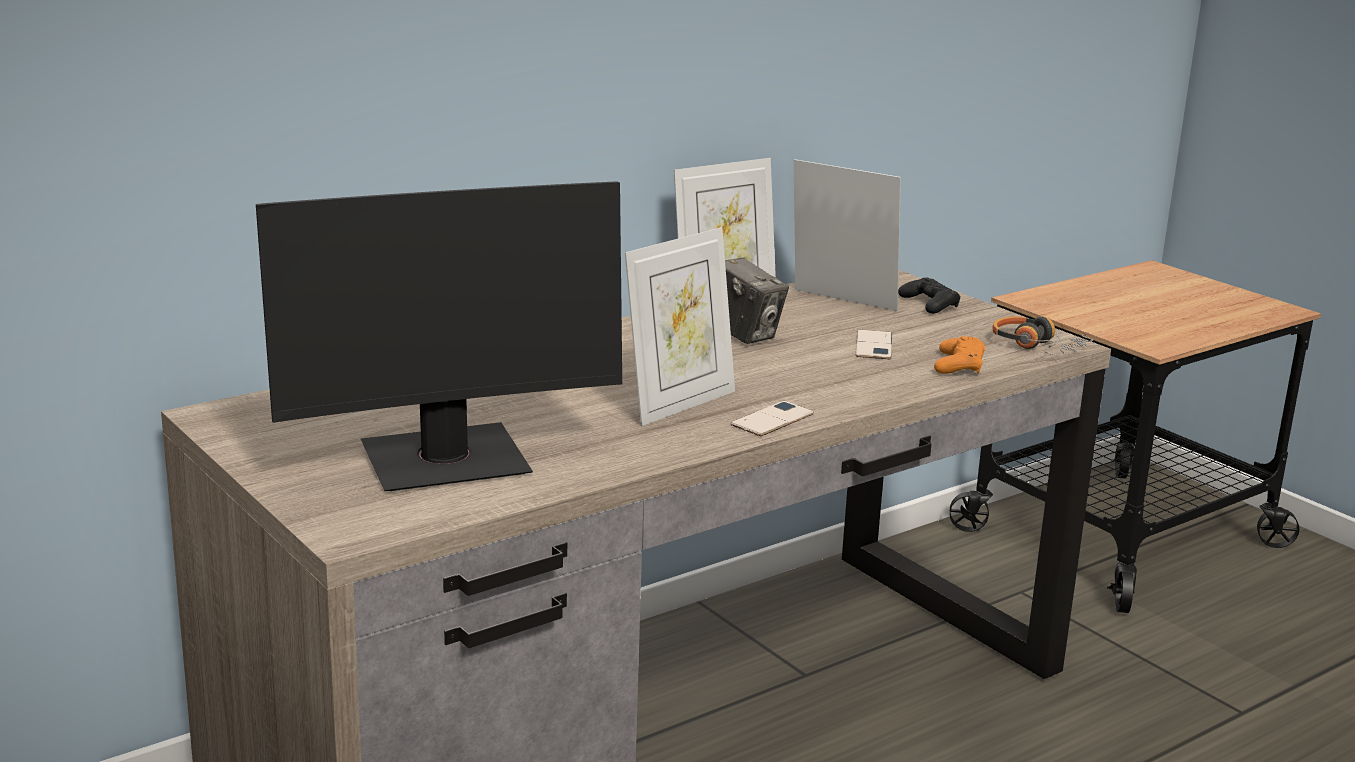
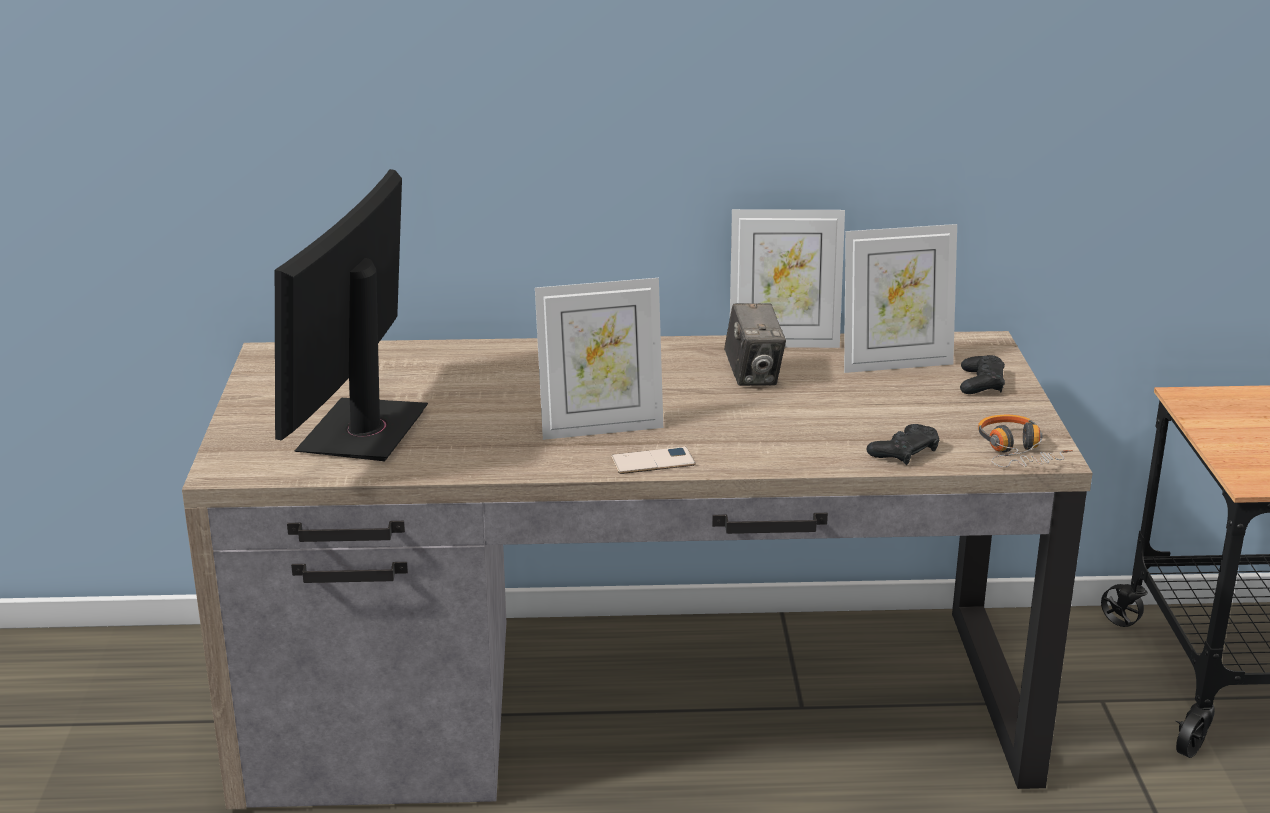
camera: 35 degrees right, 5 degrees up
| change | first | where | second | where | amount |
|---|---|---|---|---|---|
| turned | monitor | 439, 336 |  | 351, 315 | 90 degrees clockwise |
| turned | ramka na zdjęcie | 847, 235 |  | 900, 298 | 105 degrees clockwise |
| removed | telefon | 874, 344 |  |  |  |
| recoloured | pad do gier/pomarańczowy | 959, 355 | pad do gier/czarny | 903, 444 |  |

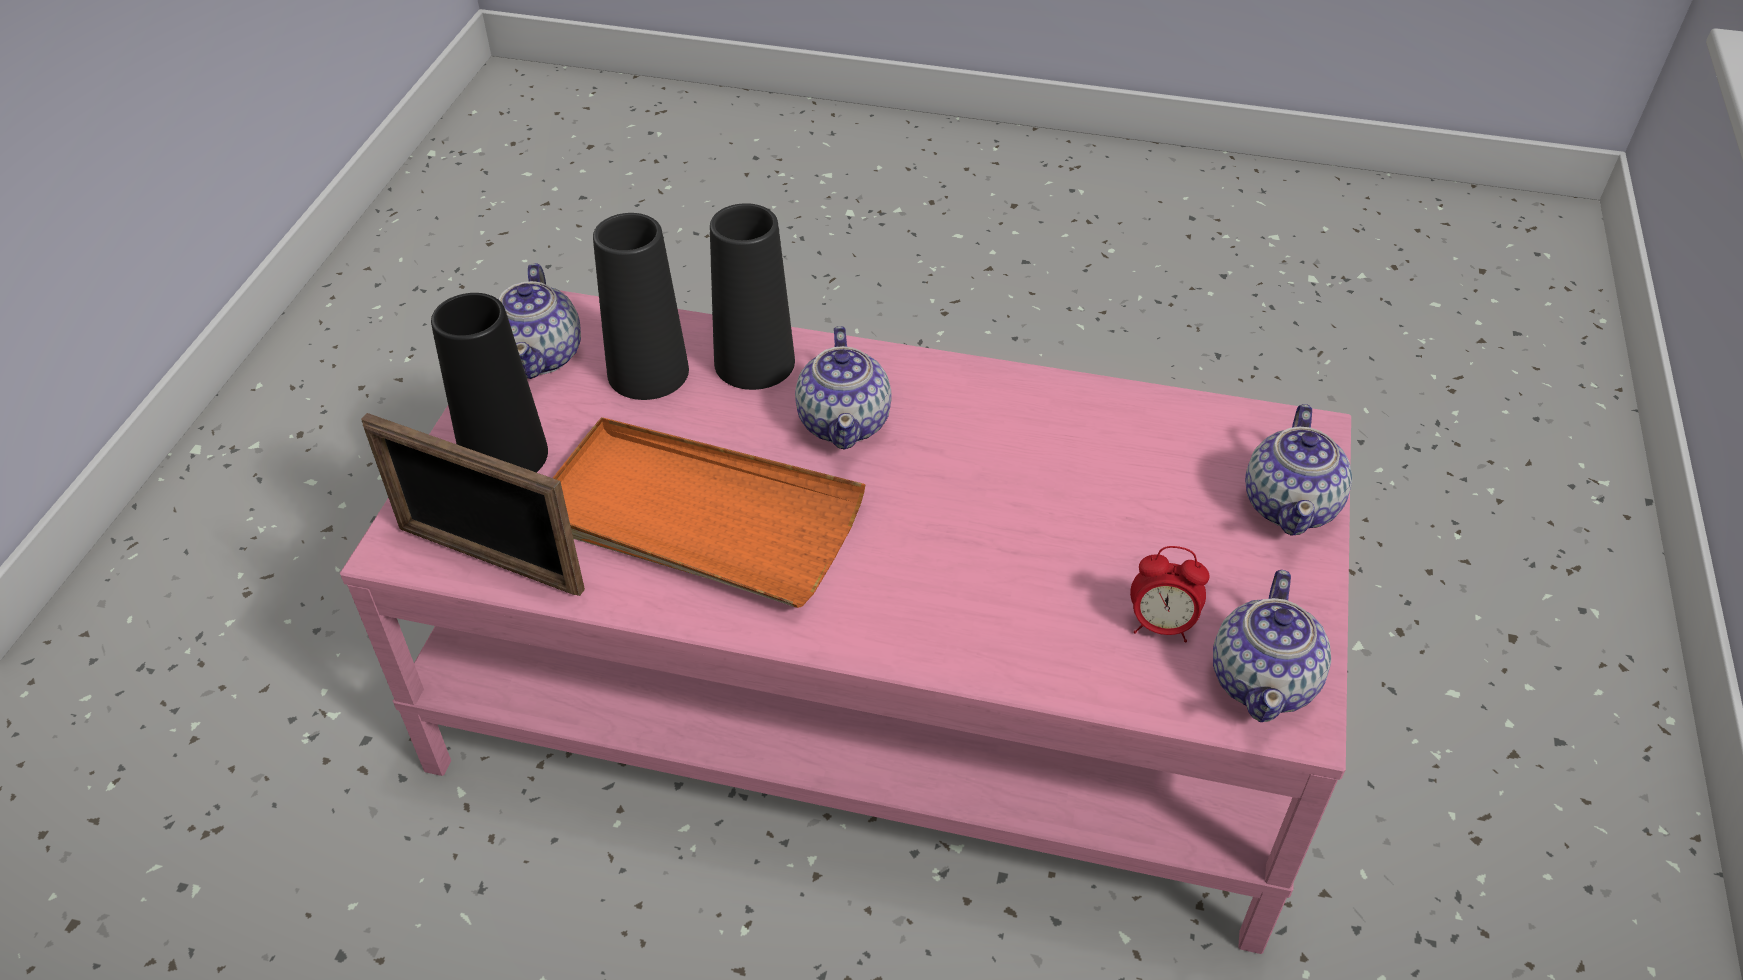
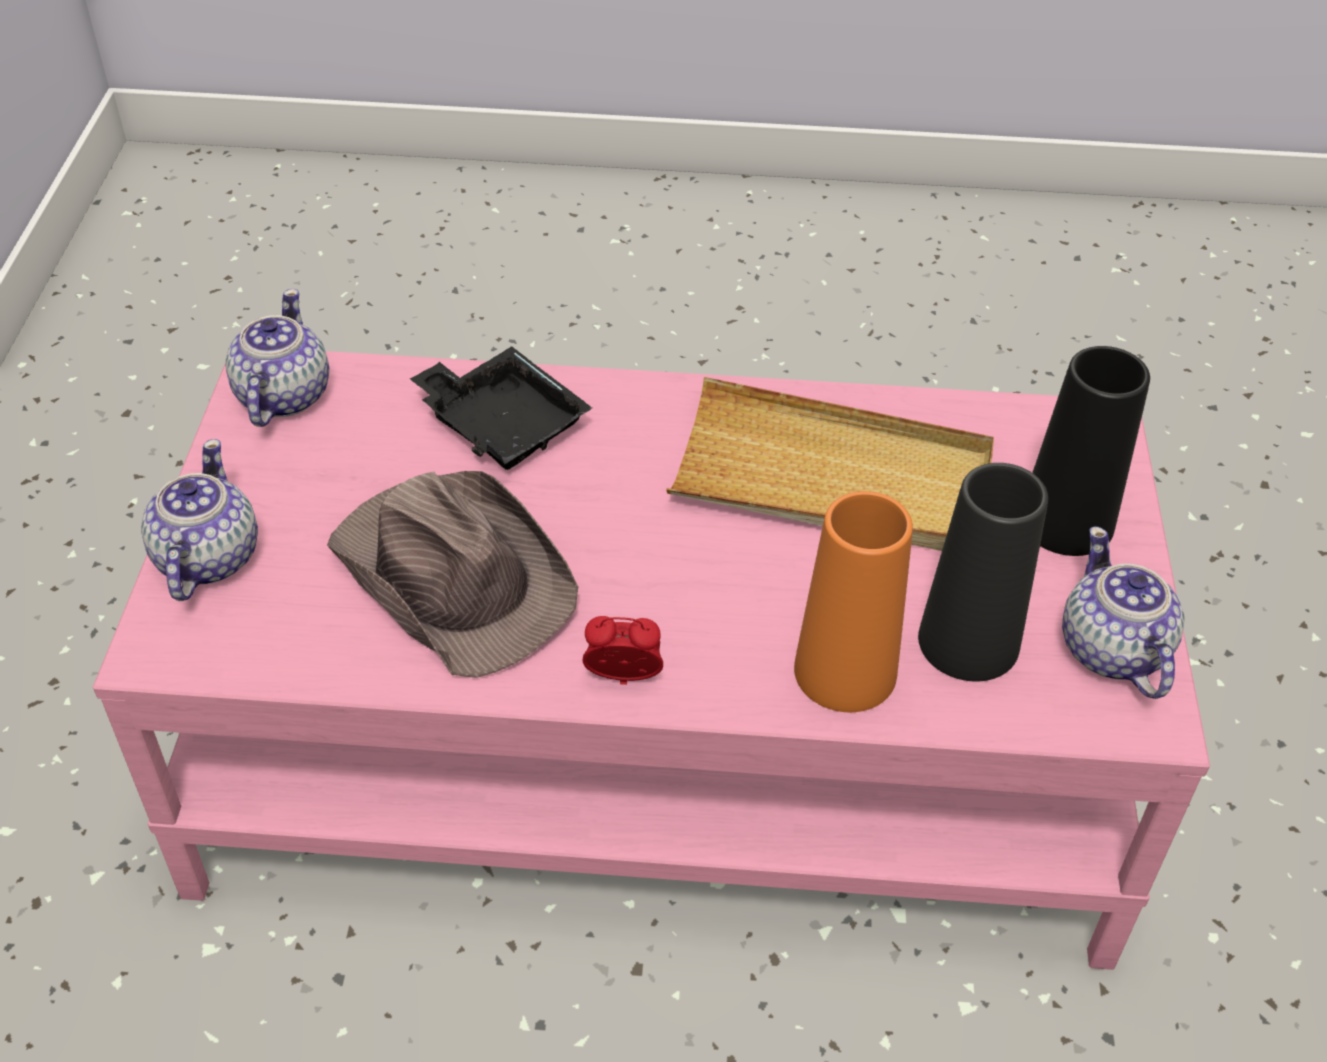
camera: 170 degrees right, 0 degrees up
| change | first | where | second | where | amount |
|---|---|---|---|---|---|
| removed | ramka na zdjęcie | 473, 504 |  |  |  |
| recoloured | taca/pomarańczowy | 709, 512 | taca/beżowy | 830, 464 |  |
| recoloured | wazon/czarny | 752, 296 | wazon/pomarańczowy | 853, 601 |  |
| removed | imbryk | 843, 388 |  |  |  |
| moved | budzik | 1169, 594 |  | 623, 650 |  |
| added |  |  | kapelusz/brązowy | 452, 574 |  |
| added |  |  | taca/czarny | 501, 408 |  |

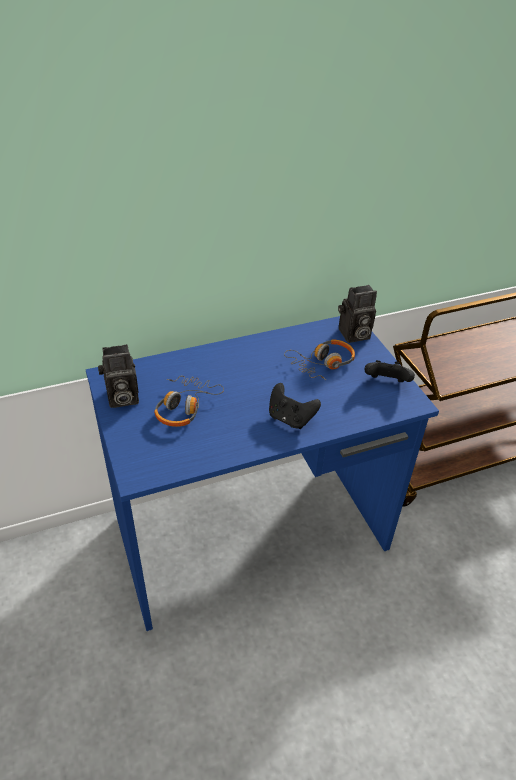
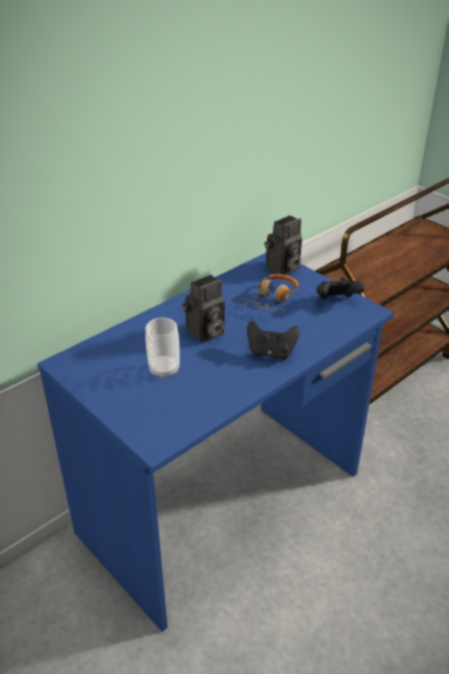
camera: 20 degrees left, 5 degrees down
| change | first | where | second | where | amount |
|---|---|---|---|---|---|
| moved | aparat fotograficzny | 118, 376 |  | 203, 309 |  |
| replaced | słuchawki | 189, 401 | filiżanka | 162, 348 |  |

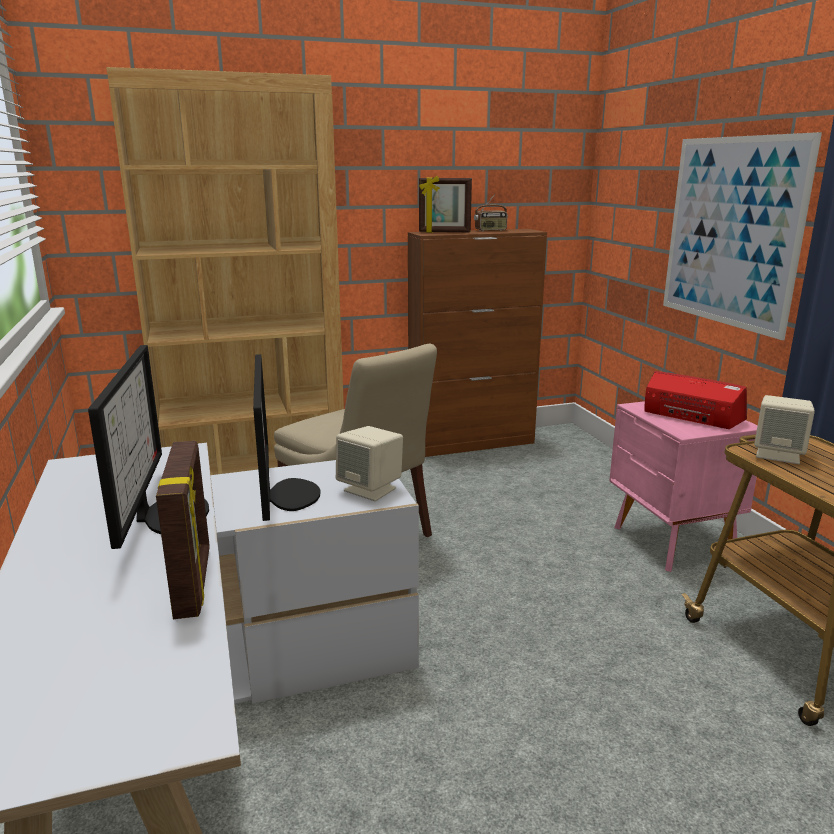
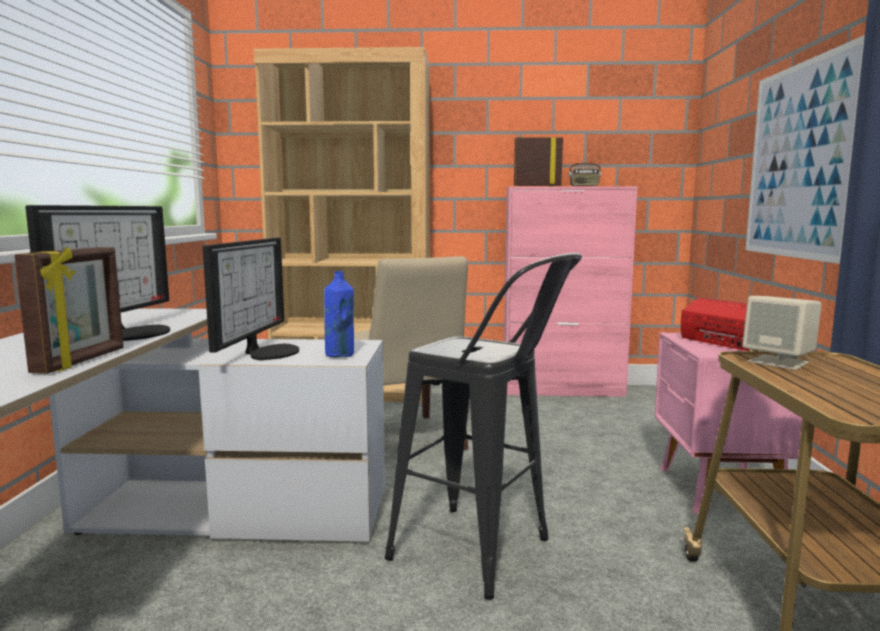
camera: 20 degrees right, 10 degrees down
| change | first | where | second | where | amount |
|---|---|---|---|---|---|
| replaced | głośnik/beżowy | 369, 463 | butelka/niebieski | 339, 314 |  |
| recoloured | szafka/brązowy | 477, 343 | szafka/różowy | 571, 291 |  |
| turned | ramka na zdjęcie | 445, 204 |  | 538, 161 | 150 degrees clockwise |
| added |  |  | stołek/czarny | 483, 426 |  |

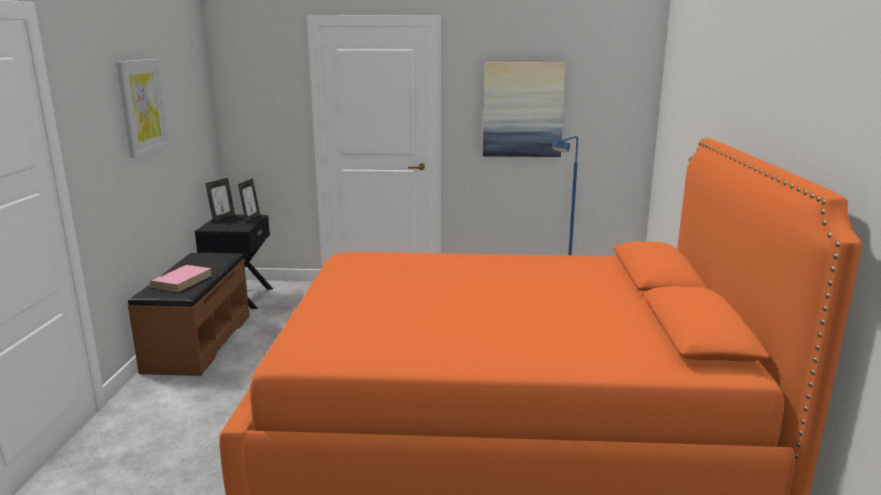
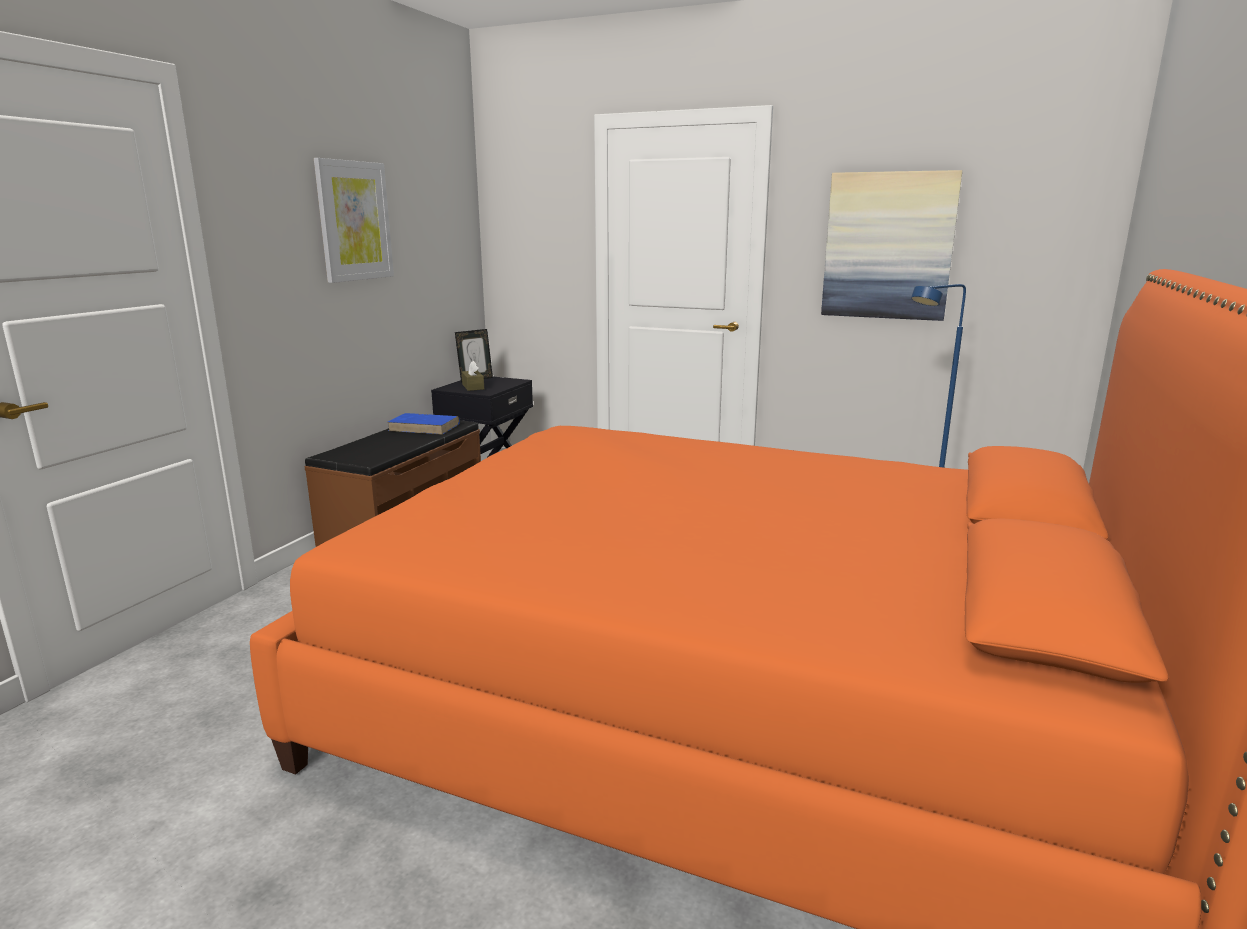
camera: 20 degrees right, 0 degrees up
| change | first | where | second | where | amount |
|---|---|---|---|---|---|
| removed | książka/różowy | 180, 278 |  |  |  |
| removed | ramka na zdjęcie | 249, 200 |  |  |  |
| added |  |  | książka/niebieski | 424, 424 |  |
| added |  |  | pudełko chusteczek/brązowy | 473, 376 |  |

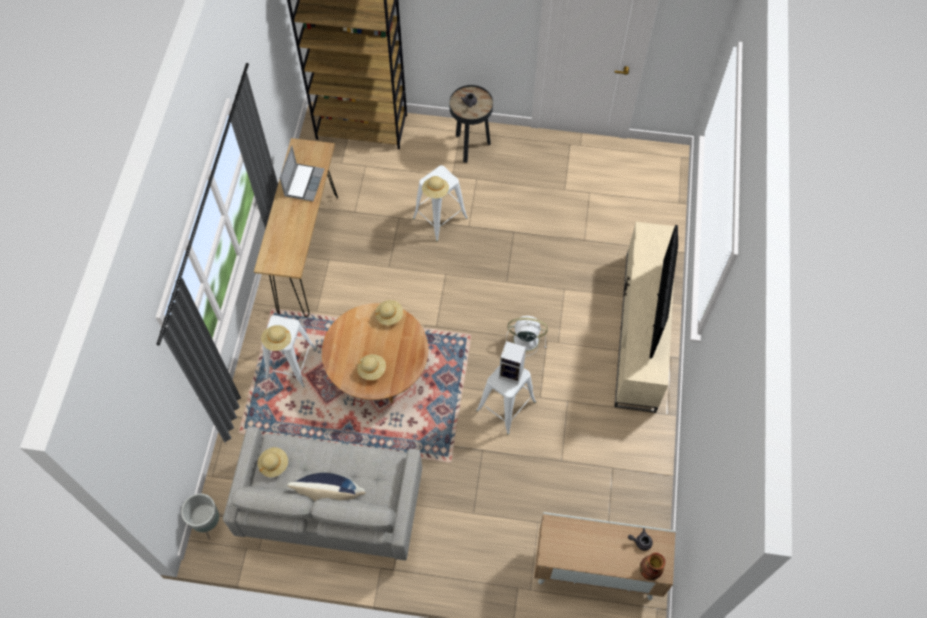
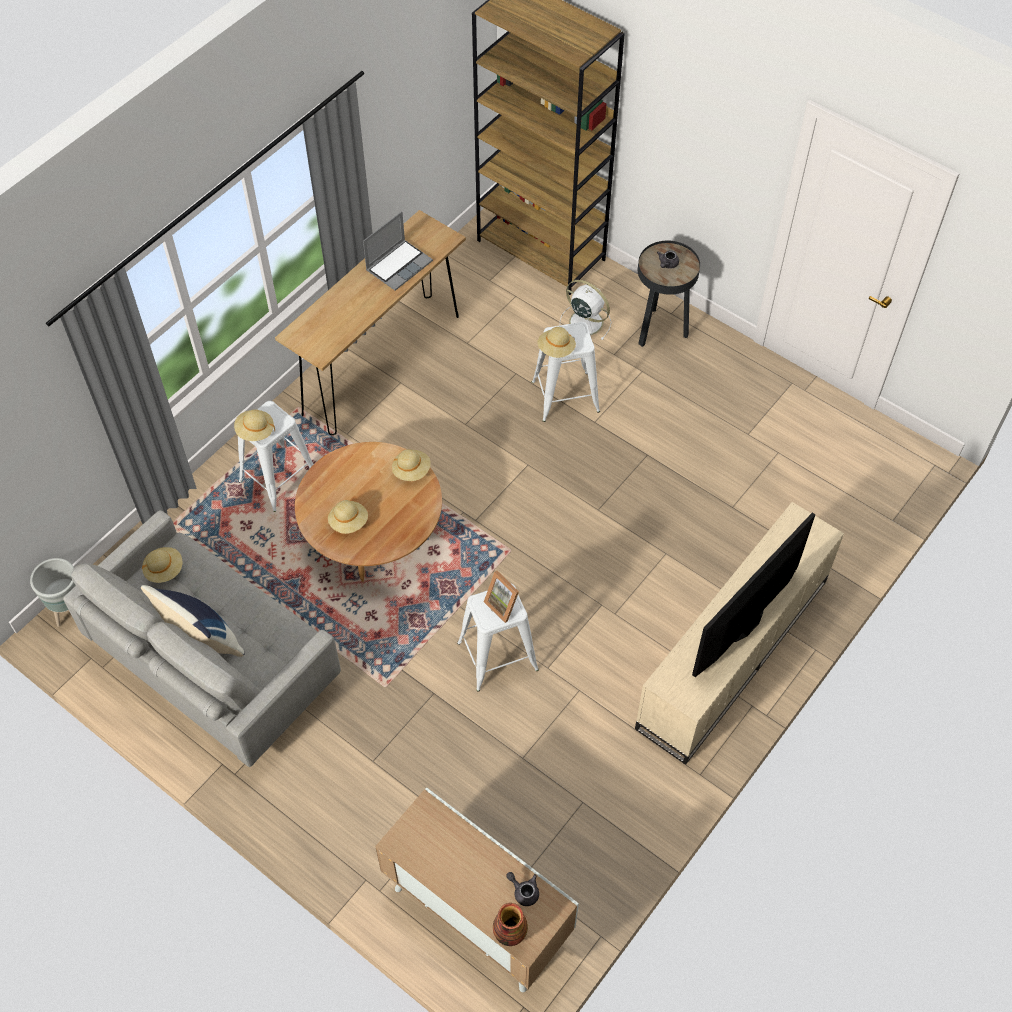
camera: 30 degrees right, 5 degrees down
| change | first | where | second | where | amount |
|---|---|---|---|---|---|
| replaced | głośnik | 512, 362 | ramka na zdjęcie | 501, 597 |  |
| moved | wentylator/biały | 527, 336 |  | 585, 310 |  |

